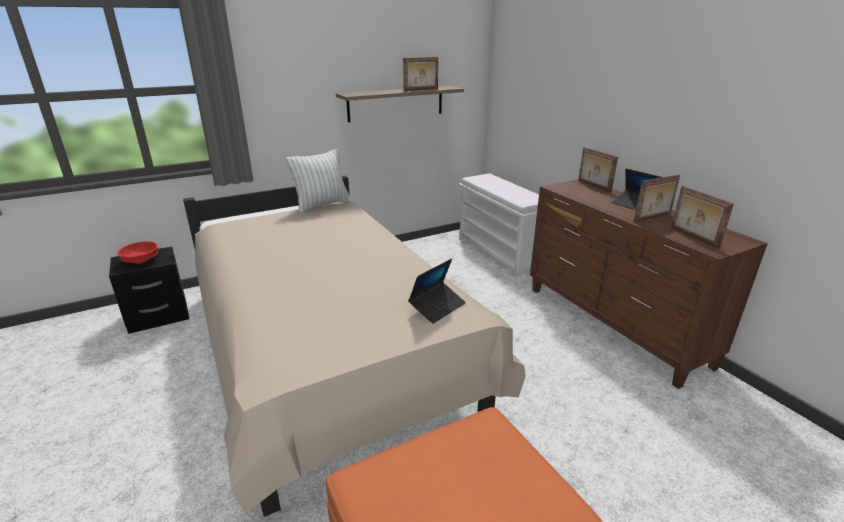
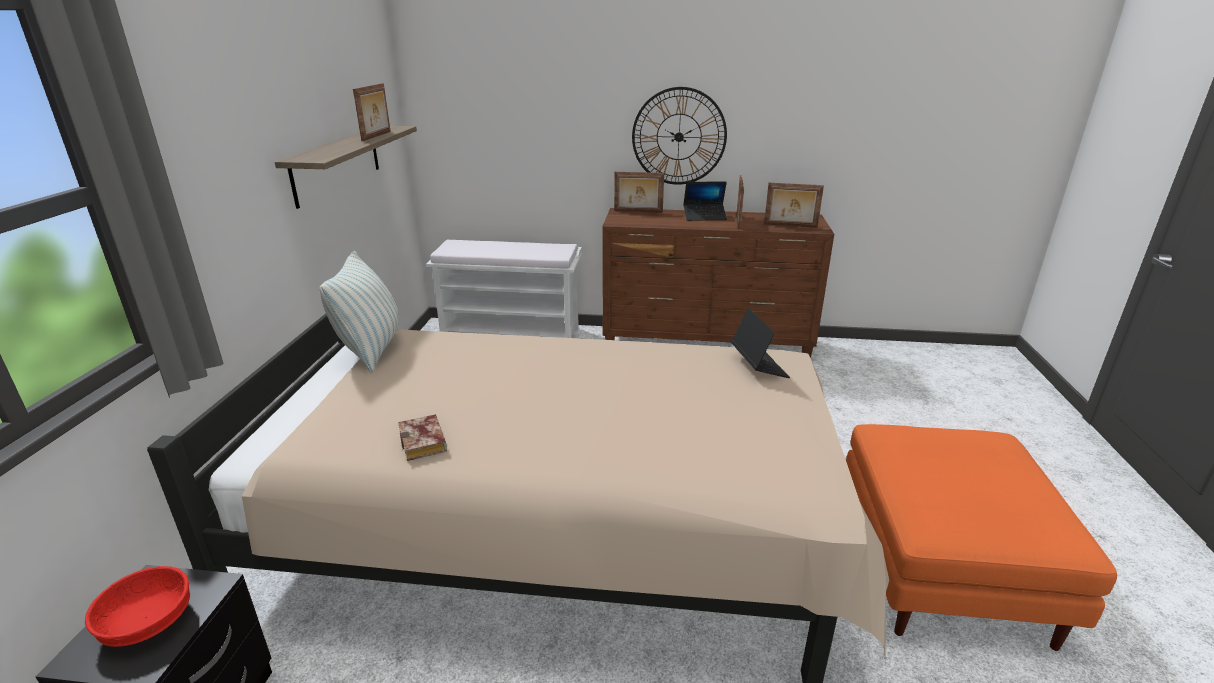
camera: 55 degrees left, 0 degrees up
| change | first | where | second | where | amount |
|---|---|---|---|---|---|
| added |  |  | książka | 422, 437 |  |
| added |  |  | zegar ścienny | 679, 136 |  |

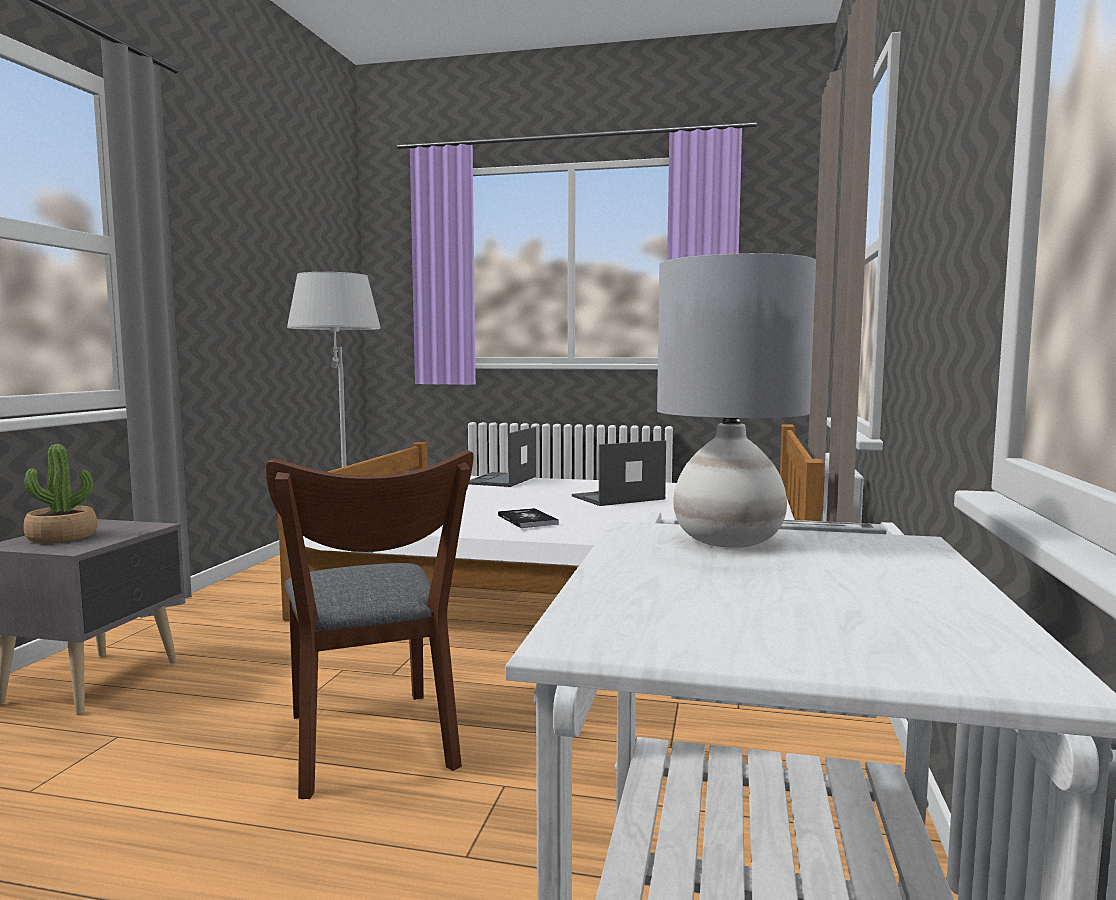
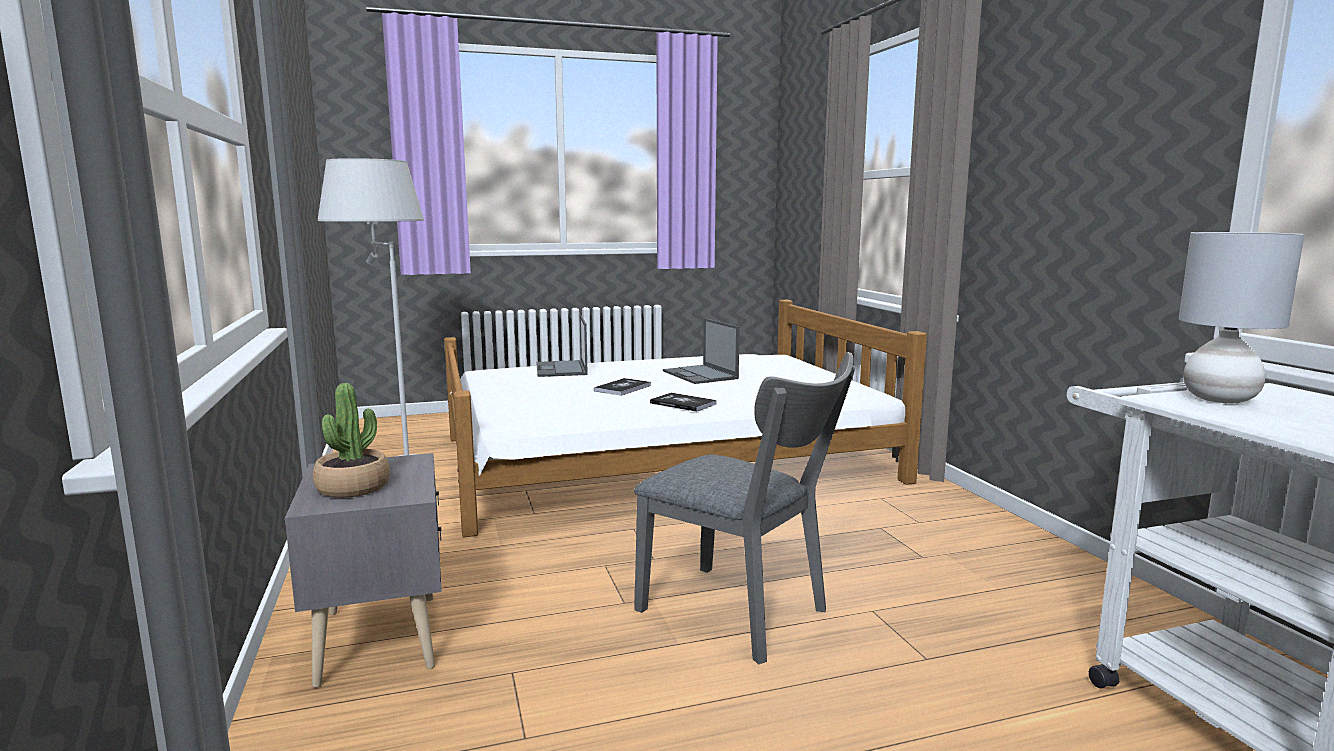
camera: 30 degrees left, 5 degrees up
| change | first | where | second | where | amount |
|---|---|---|---|---|---|
| recoloured | krzesło/brązowy | 369, 624 | krzesło/szary | 744, 508 |  |
| turned | laptop | 619, 473 |  | 701, 351 | 60 degrees counterclockwise |
| added |  |  | książka | 622, 387 |  |

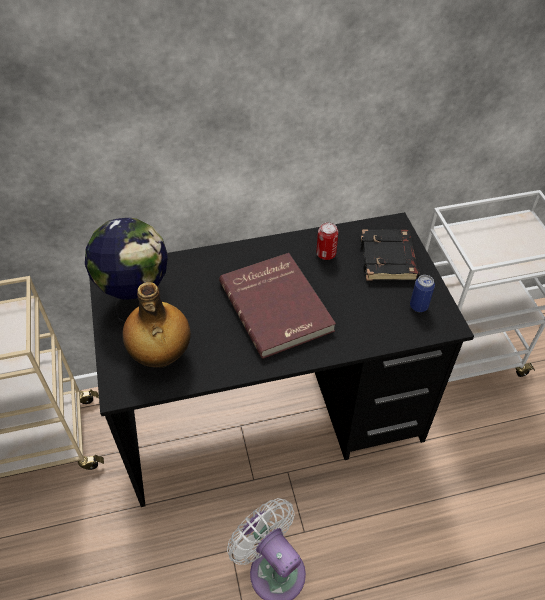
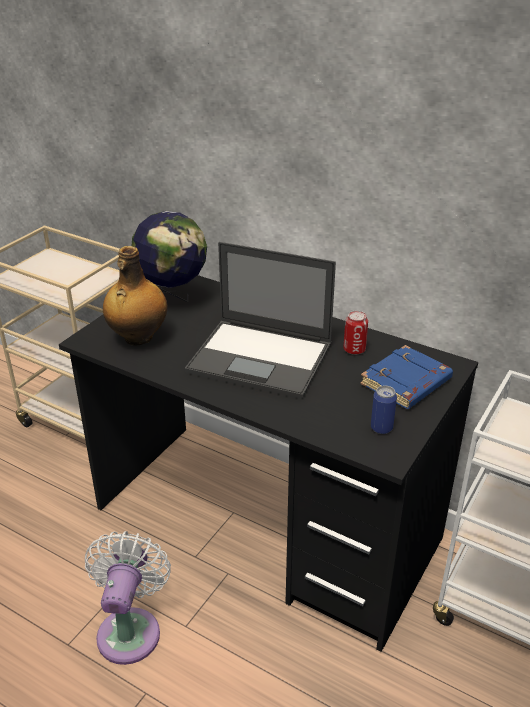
camera: 45 degrees right, 15 degrees down
| change | first | where | second | where | amount |
|---|---|---|---|---|---|
| replaced | książka/czerwony | 277, 306 | laptop | 260, 320 |  |
| recoloured | książka/czarny | 390, 255 | książka/niebieski | 406, 377 |  |

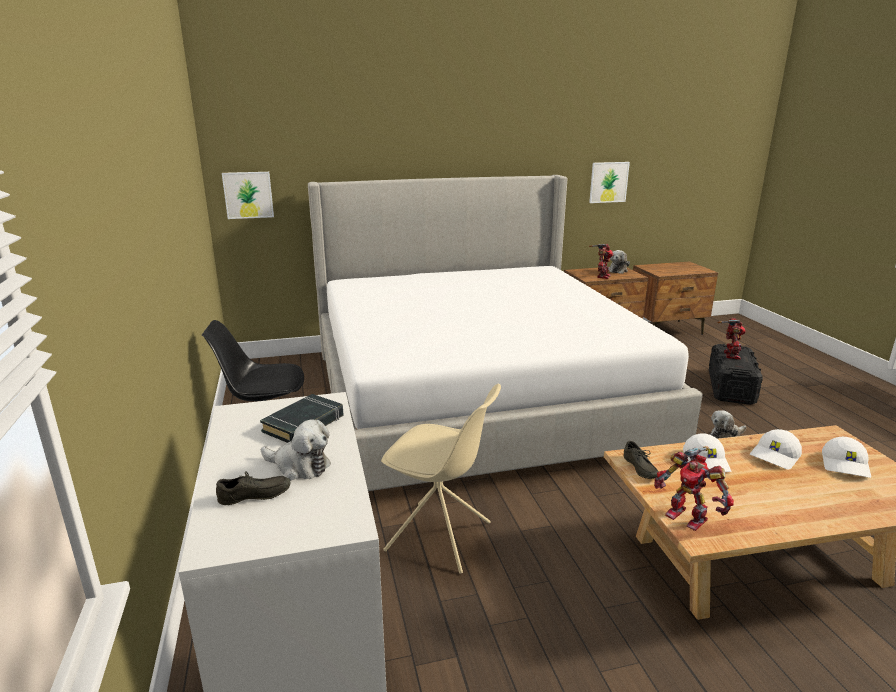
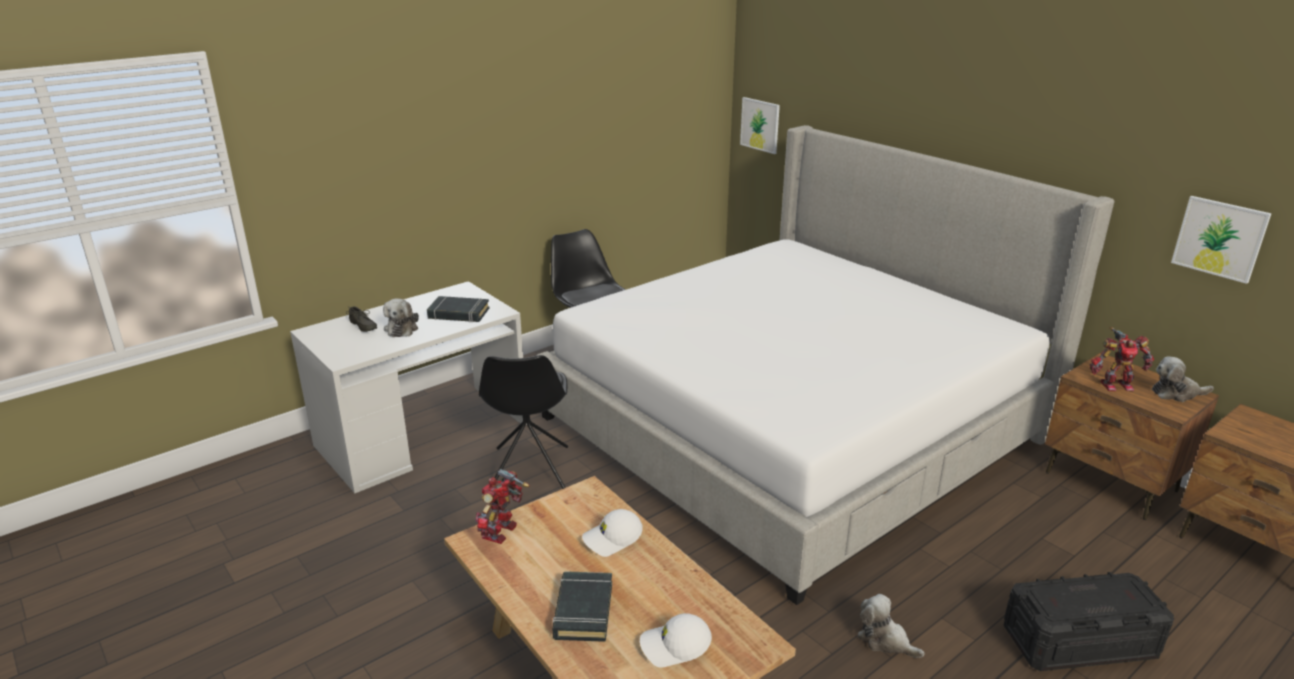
camera: 65 degrees right, 5 degrees up
| change | first | where | second | where | amount |
|---|---|---|---|---|---|
| recoloured | krzesło/beżowy | 441, 479 | krzesło/czarny | 523, 422 |  |
| removed | but/szary | 641, 460 |  |  |  |
| removed | robot zabawkowy | 731, 338 |  |  |  |
| removed | czapka z daszkiem/biały | 776, 449 |  |  |  |
| added |  |  | książka/czarny | 582, 606 |  |

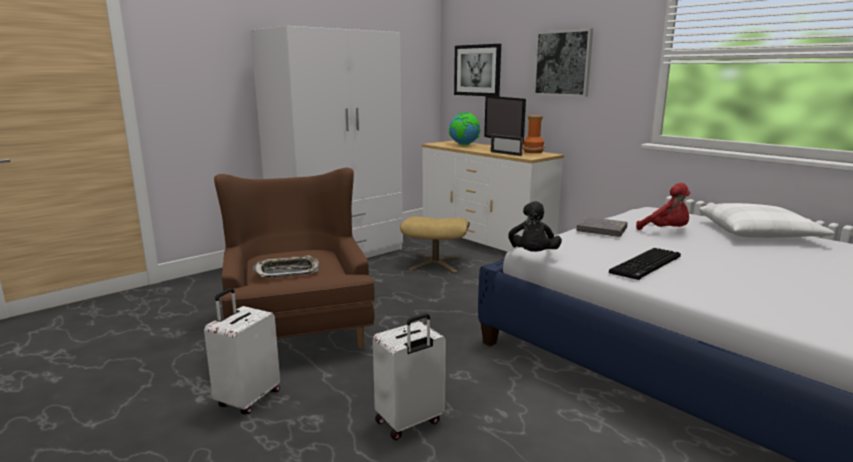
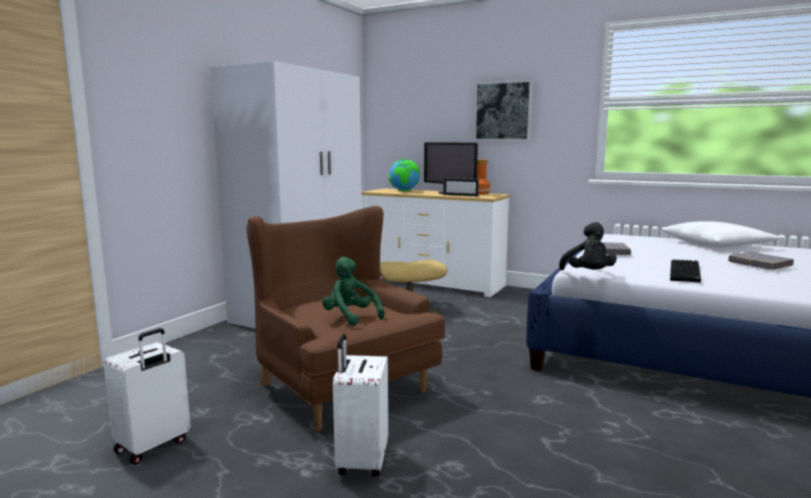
camera: 20 degrees left, 5 degrees down
| change | first | where | second | where | amount |
|---|---|---|---|---|---|
| replaced | taca | 286, 266 | pluszak/zielony | 353, 291 |  |
| moved | walizka/biały | 409, 376 |  | 146, 396 |  |
| removed | obraz | 477, 70 |  |  |  |
| removed | pluszak/czerwony | 663, 206 |  |  |  |
| added |  |  | książka/szary | 761, 261 |  |

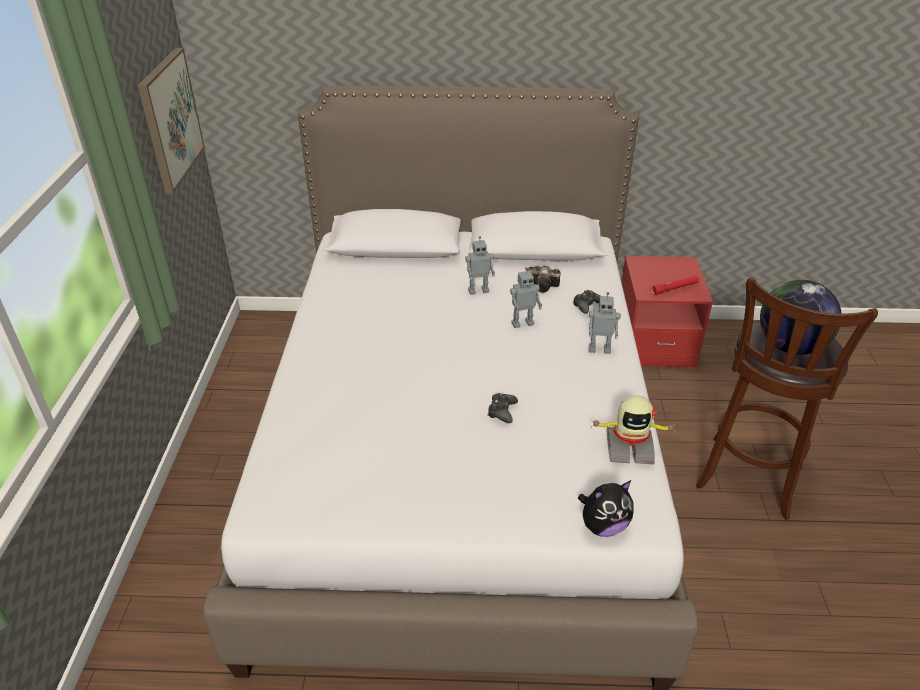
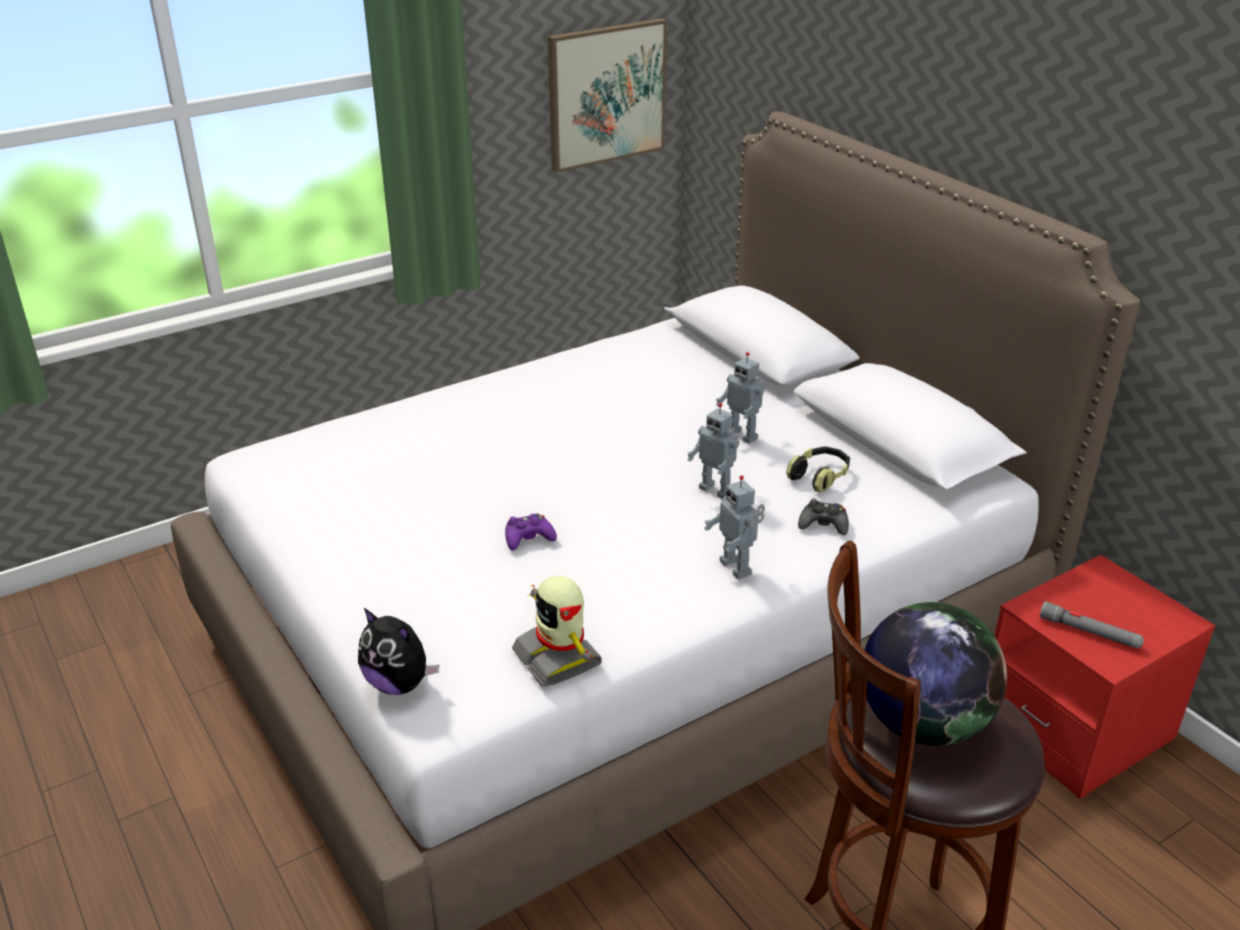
camera: 55 degrees right, 5 degrees down
| change | first | where | second | where | amount |
|---|---|---|---|---|---|
| recoloured | pad do gier/czarny | 502, 408 | pad do gier/fioletowy | 531, 532 |  |
| replaced | aparat fotograficzny | 543, 279 | słuchawki | 818, 469 |  |
| recoloured | latarka/czerwony | 675, 285 | latarka/szary | 1092, 625 |  |

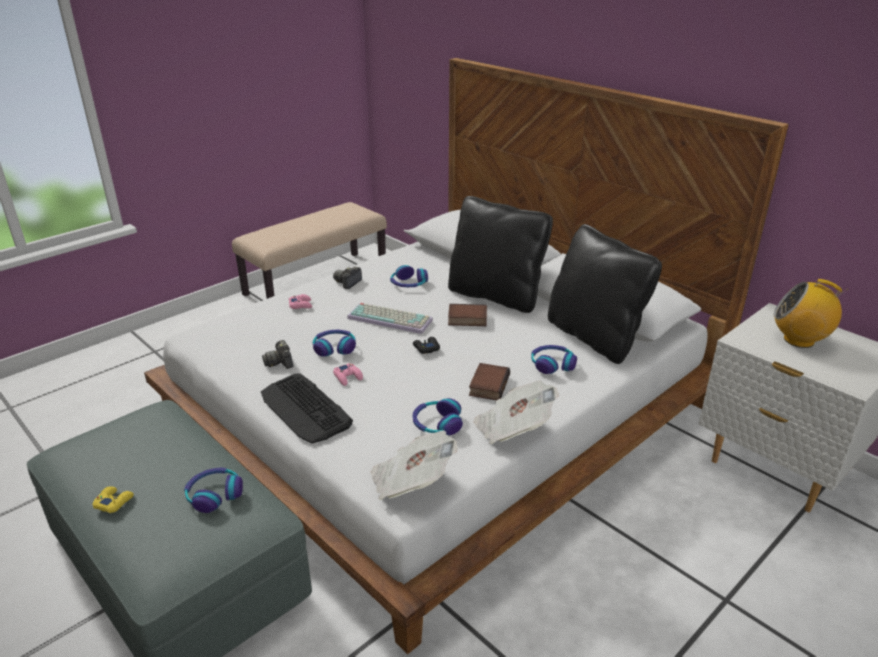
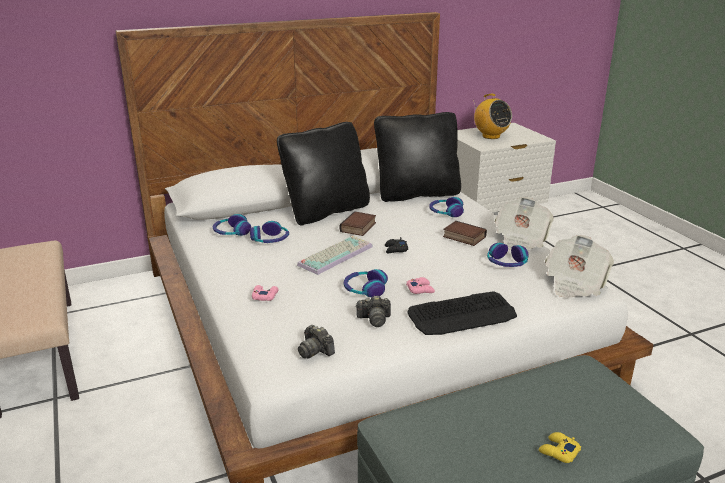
camera: 70 degrees left, 5 degrees down
| change | first | where | second | where | amount |
|---|---|---|---|---|---|
| moved | słuchawki | 213, 490 |  | 232, 225 |  |
| moved | aparat fotograficzny | 347, 278 |  | 316, 341 |  |
| turned | radio | 810, 313 |  | 492, 116 | 75 degrees counterclockwise |

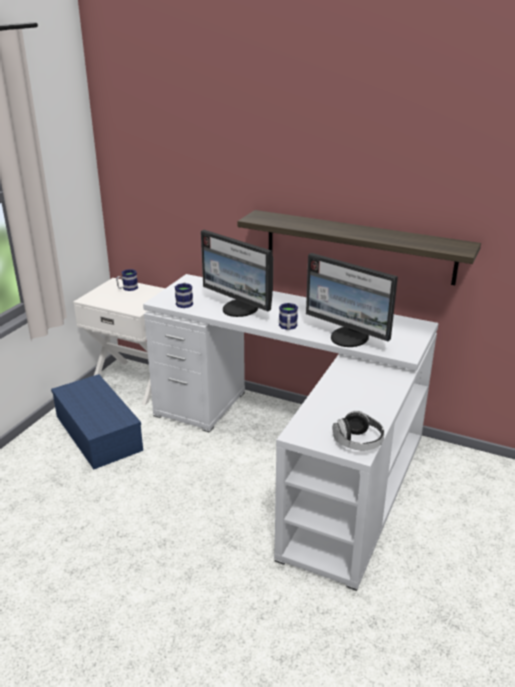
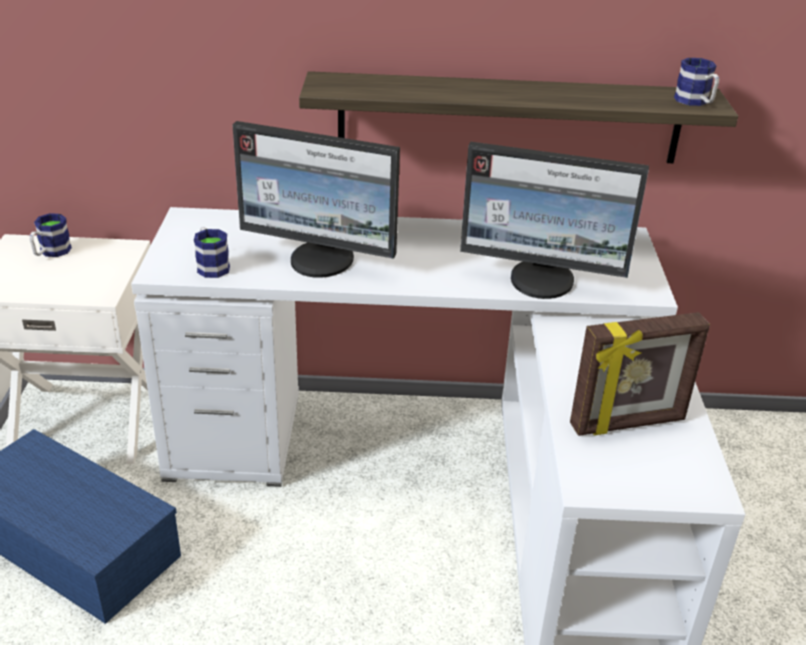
camera: 25 degrees left, 5 degrees up
| change | first | where | second | where | amount |
|---|---|---|---|---|---|
| moved | kubek | 288, 316 |  | 696, 82 |  |
| removed | słuchawki | 359, 430 |  |  |  |
| added |  |  | ramka na zdjęcie | 640, 374 |  |

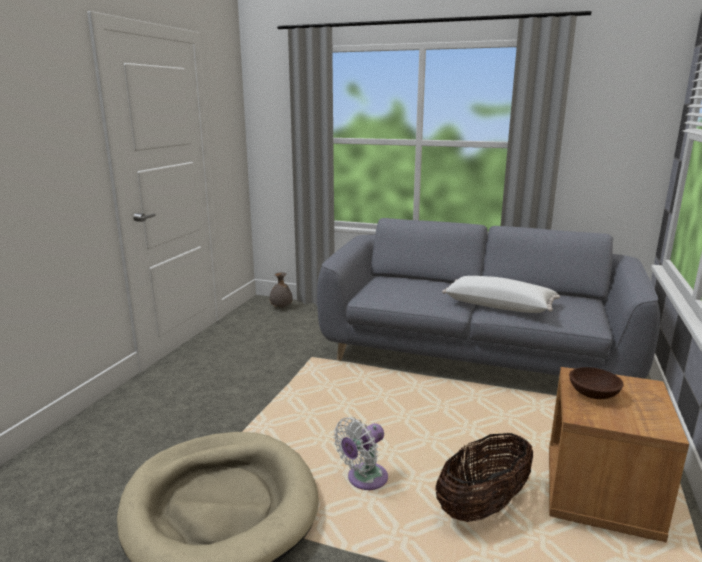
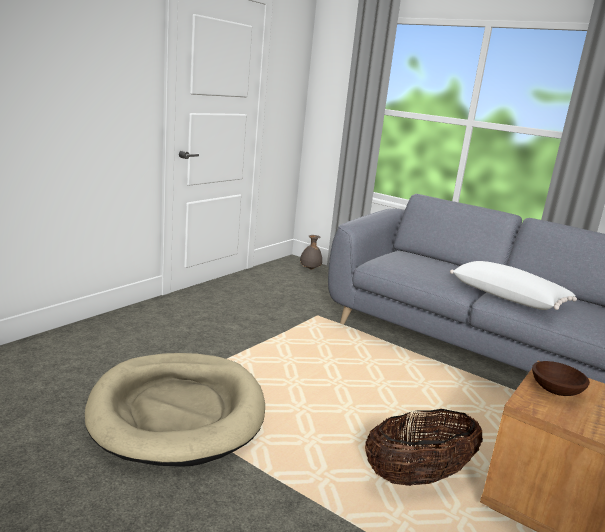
camera: 15 degrees right, 0 degrees up
| change | first | where | second | where | amount |
|---|---|---|---|---|---|
| removed | wentylator/biały | 361, 453 |  |  |  |

